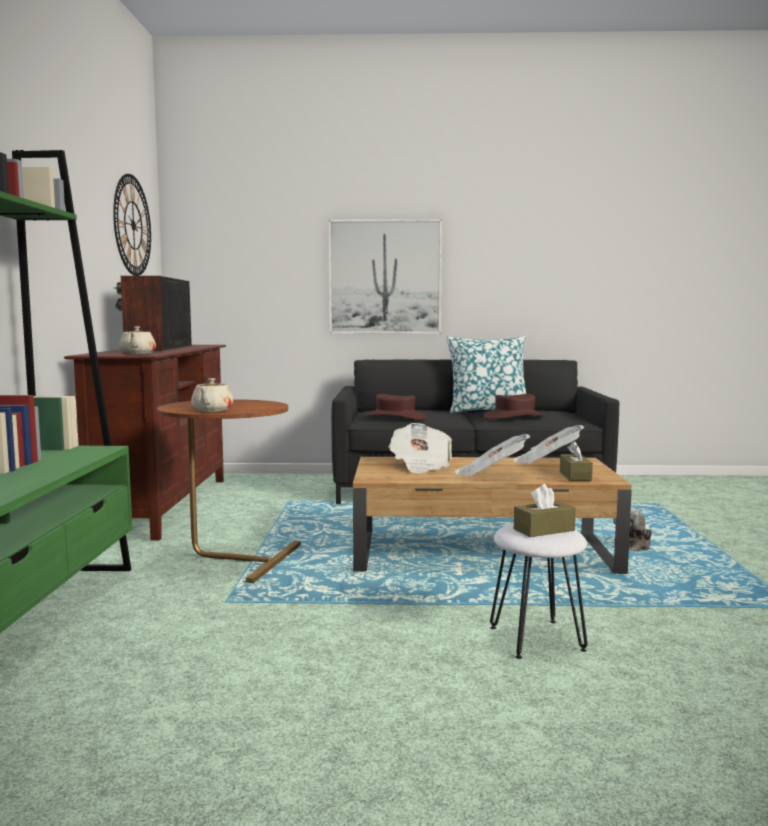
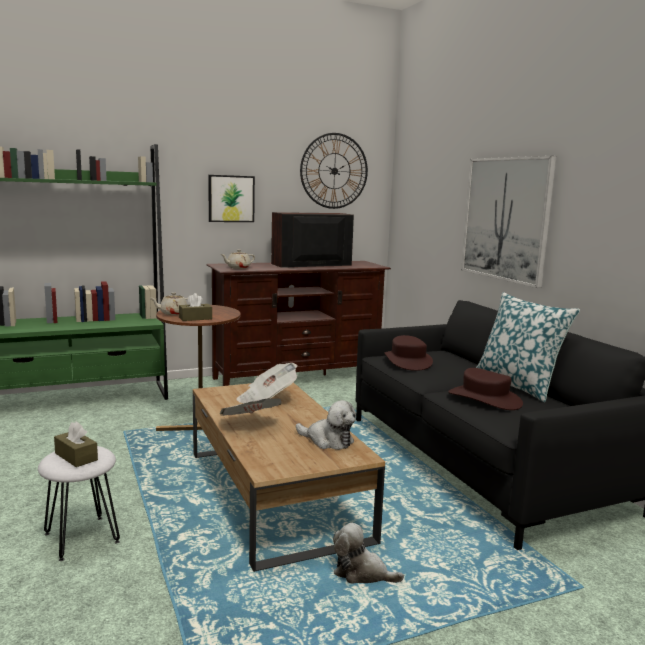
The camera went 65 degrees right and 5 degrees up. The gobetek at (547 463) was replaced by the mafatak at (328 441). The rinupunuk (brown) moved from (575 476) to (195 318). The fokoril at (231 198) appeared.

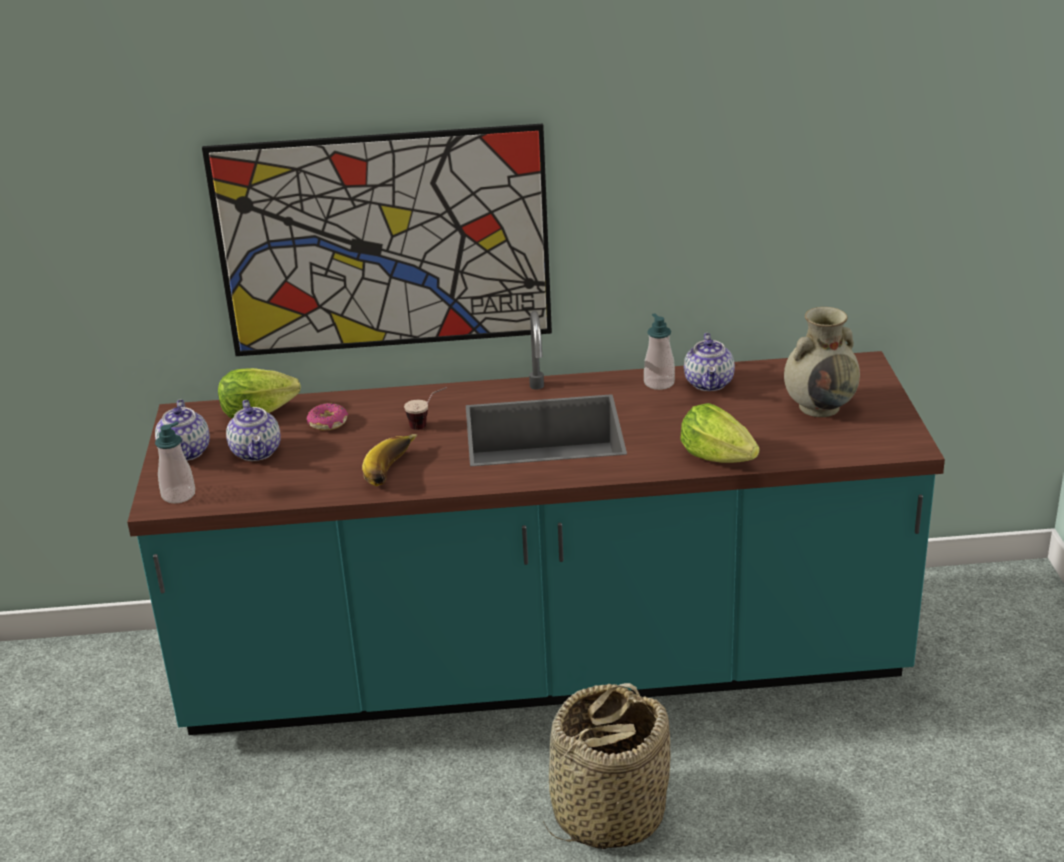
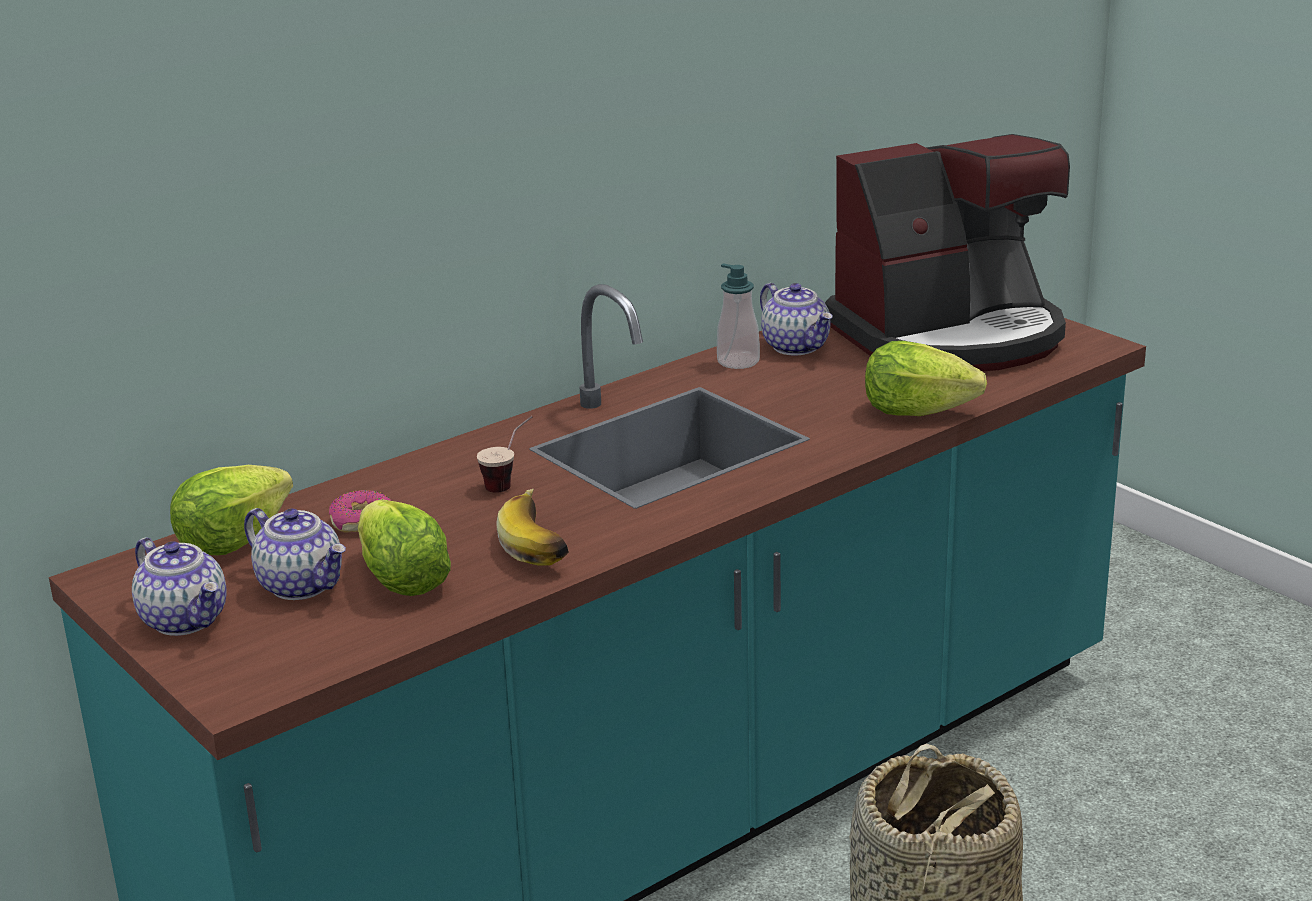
The camera went 35 degrees left and 5 degrees down. The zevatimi at (178 495) disappeared. The fokoril at (384 242) disappeared. The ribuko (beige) at (820 406) was replaced by the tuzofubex at (950 335). The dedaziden at (402 581) appeared.

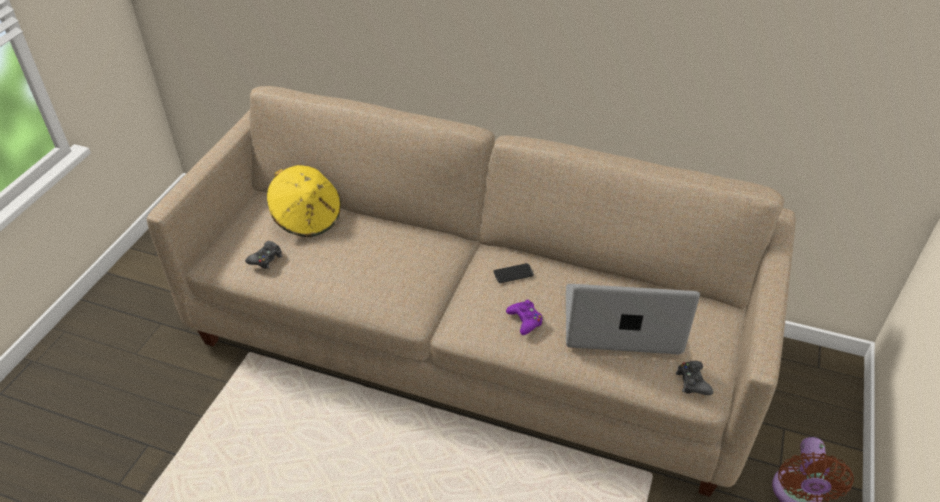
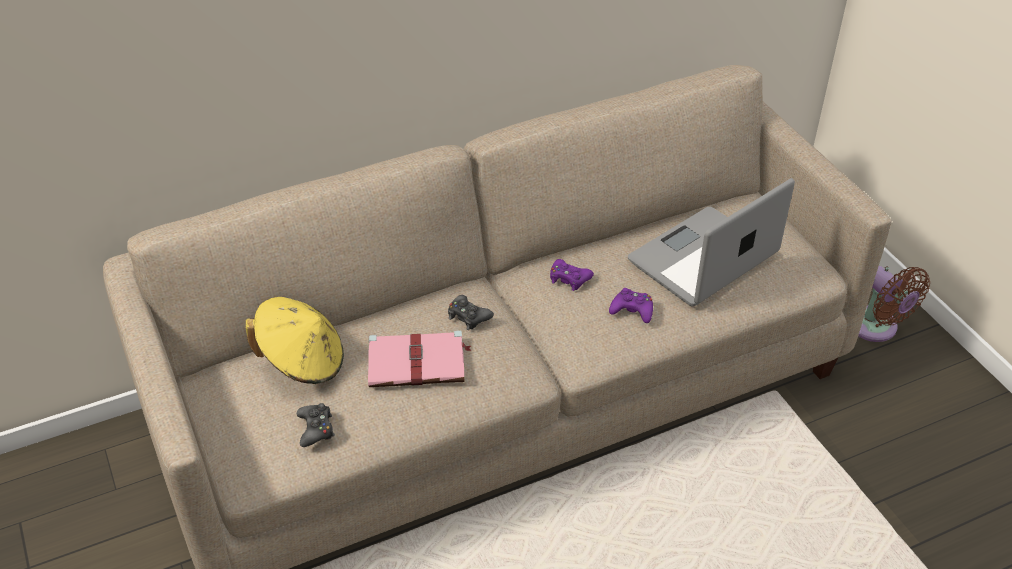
The camera went 45 degrees left and 0 degrees up. The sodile at (513 274) was replaced by the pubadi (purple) at (569 279). The pubadi (black) moved from (692 382) to (468 316). The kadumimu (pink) at (418 363) appeared.

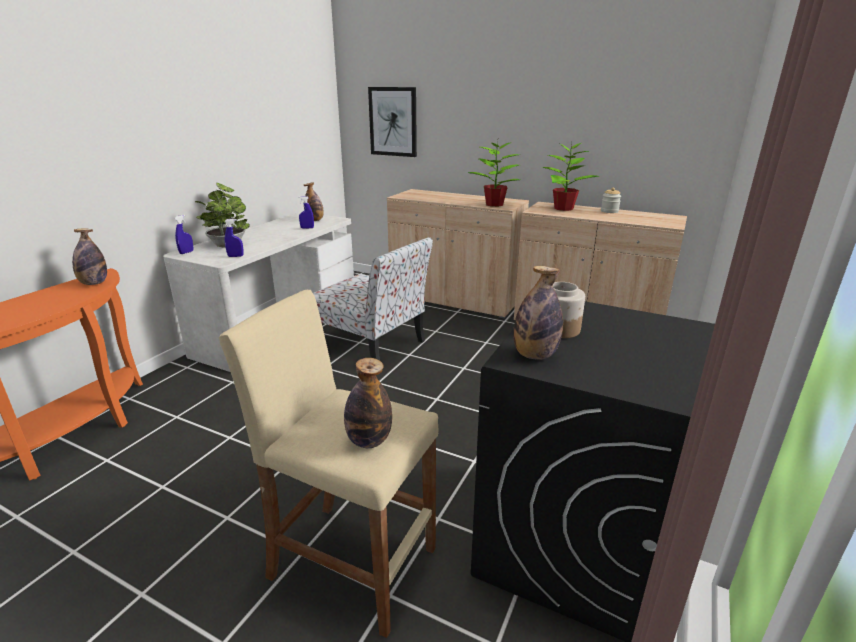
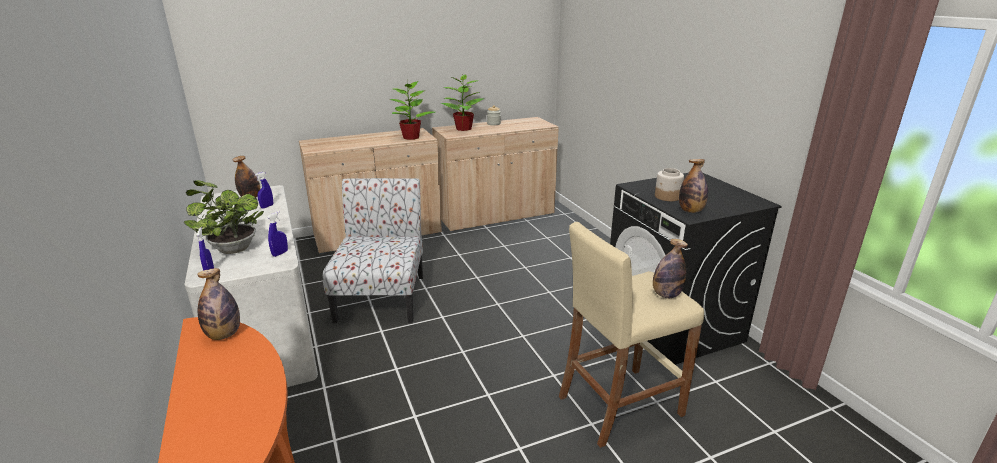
The camera went 50 degrees left and 0 degrees up. The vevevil at (371 344) turned 75 degrees counterclockwise. The fokoril at (393 122) disappeared.

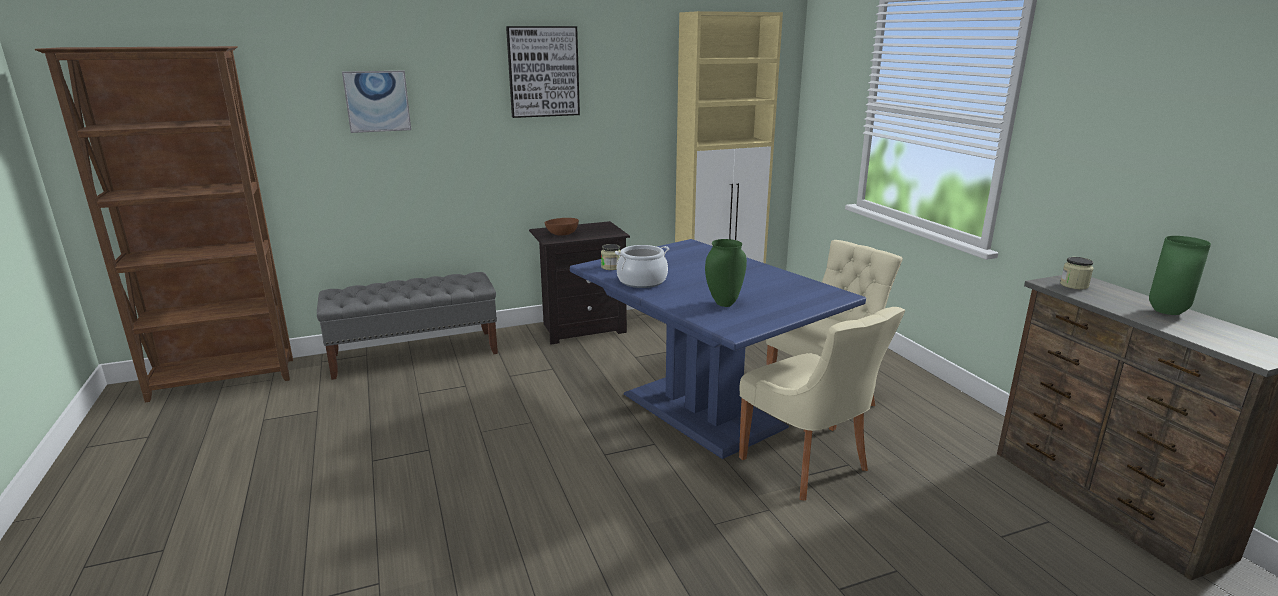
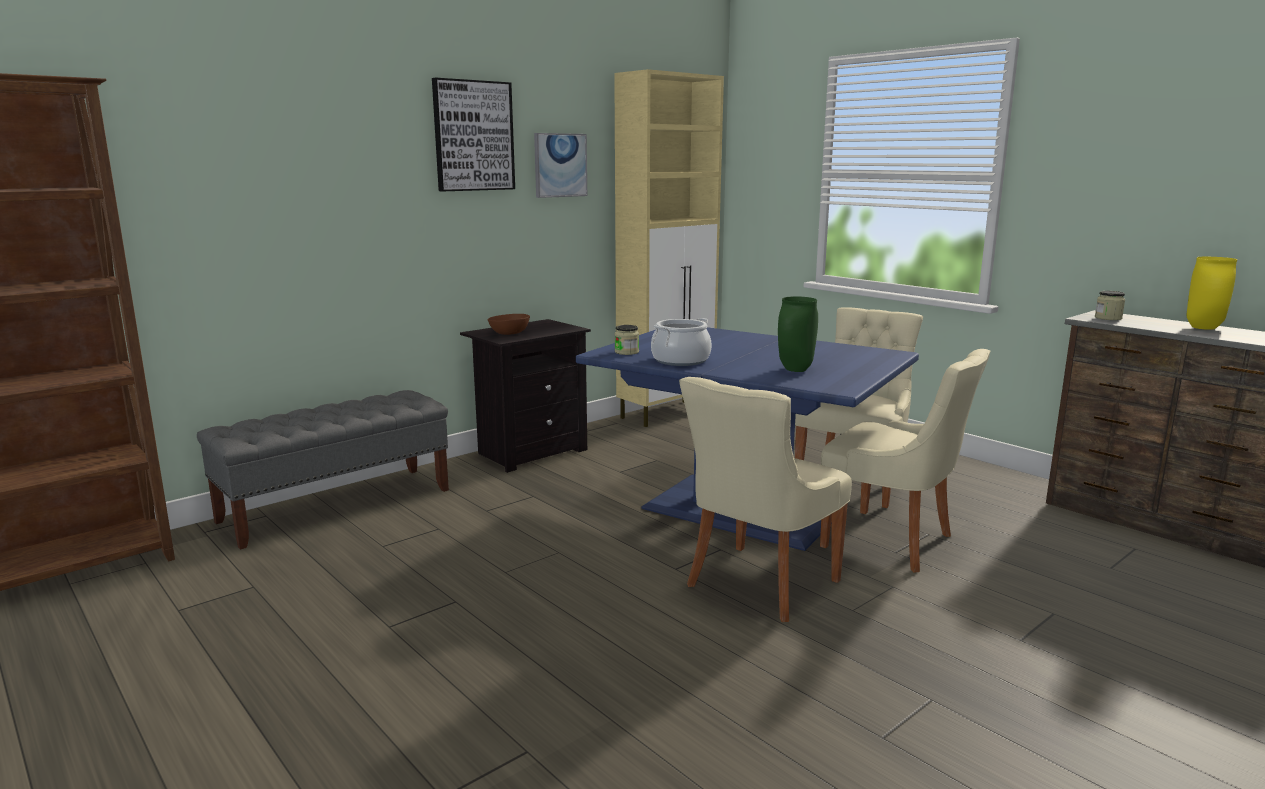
The camera went 20 degrees left and 5 degrees down. The fokoril moved from (377 101) to (560 165). The ribuko (green) at (1165 311) became the ribuko (yellow) at (1202 328). The vevevil (beige) at (758 584) appeared.

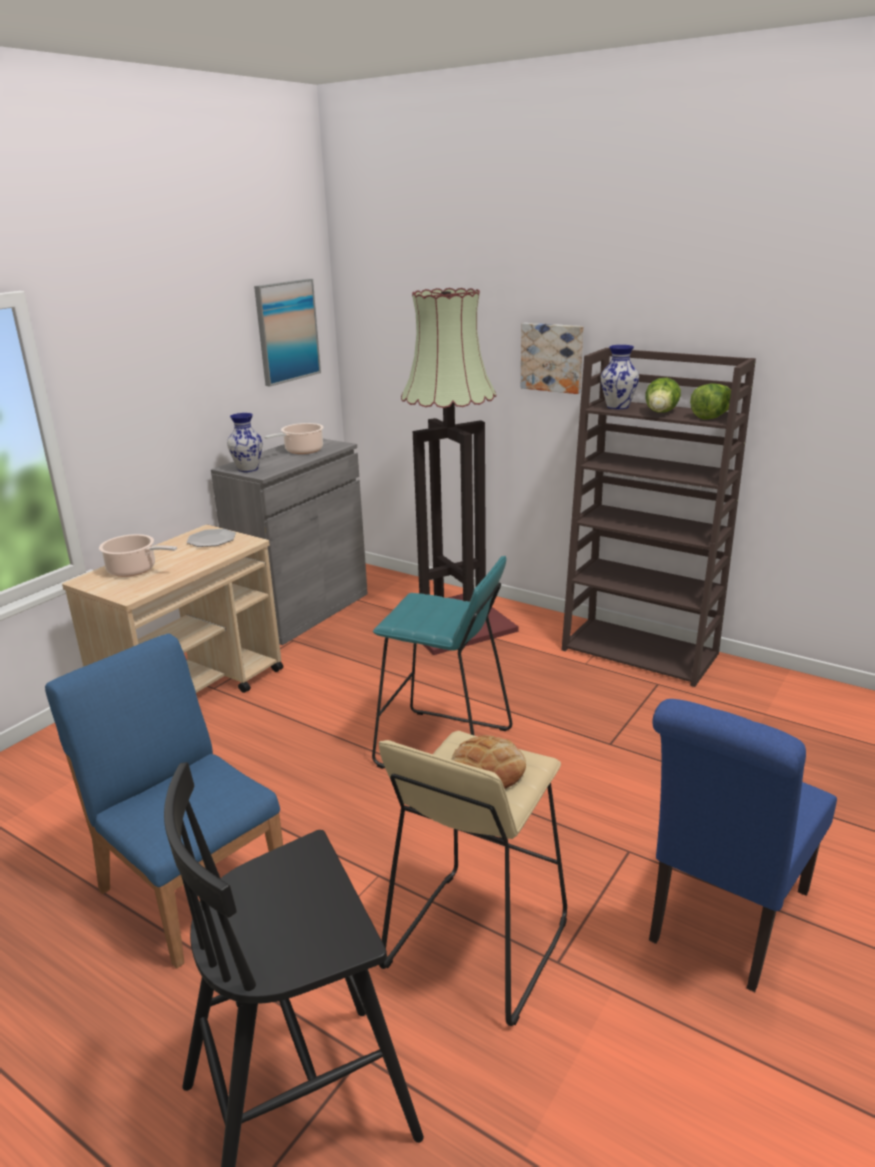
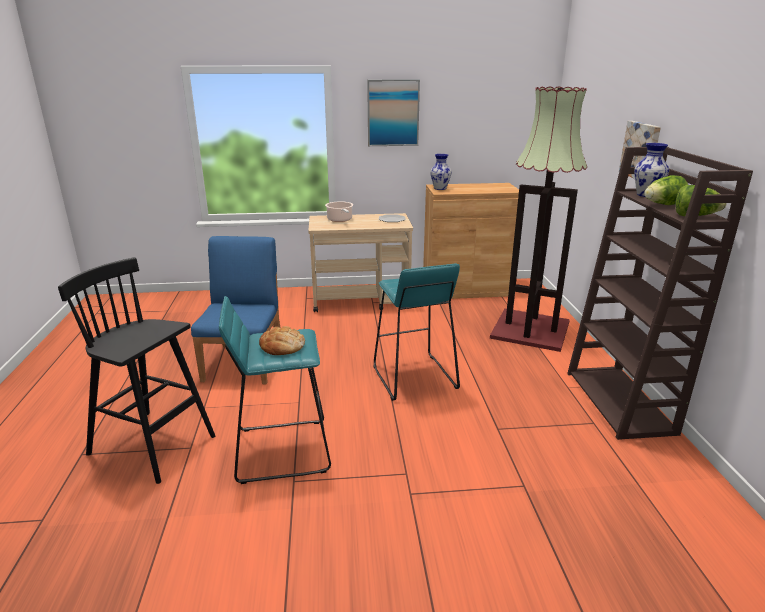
The camera went 50 degrees right and 0 degrees up. The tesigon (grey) at (303 611) became the tesigon (brown) at (466 289). The fokoril moved from (287 331) to (393 113). The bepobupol at (302 451) disappeared. The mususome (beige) at (475 944) became the mususome (turquoise) at (281 450). The vevevil (blue) at (723 921) disappeared.

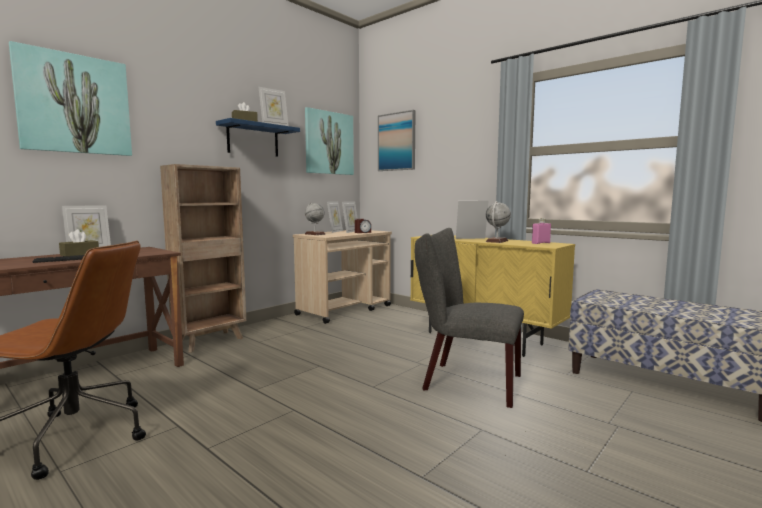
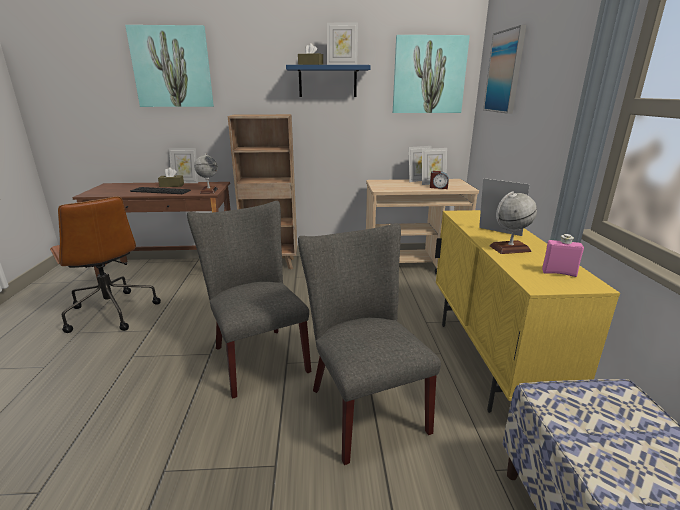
The camera went 45 degrees right and 15 degrees up. The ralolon moved from (315 234) to (209 190). The vevevil (grey) at (257 356) appeared.

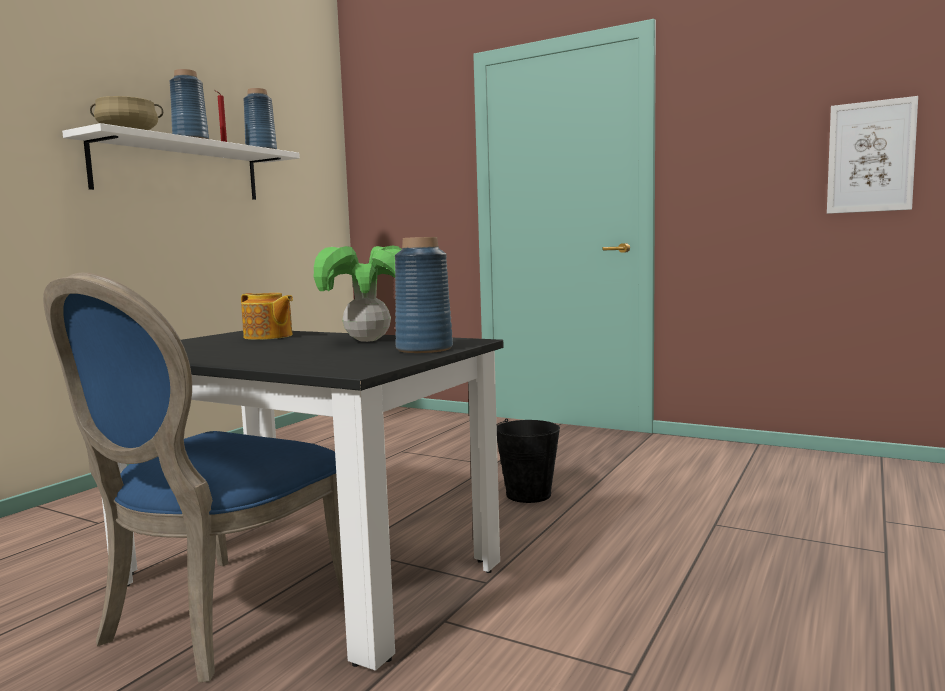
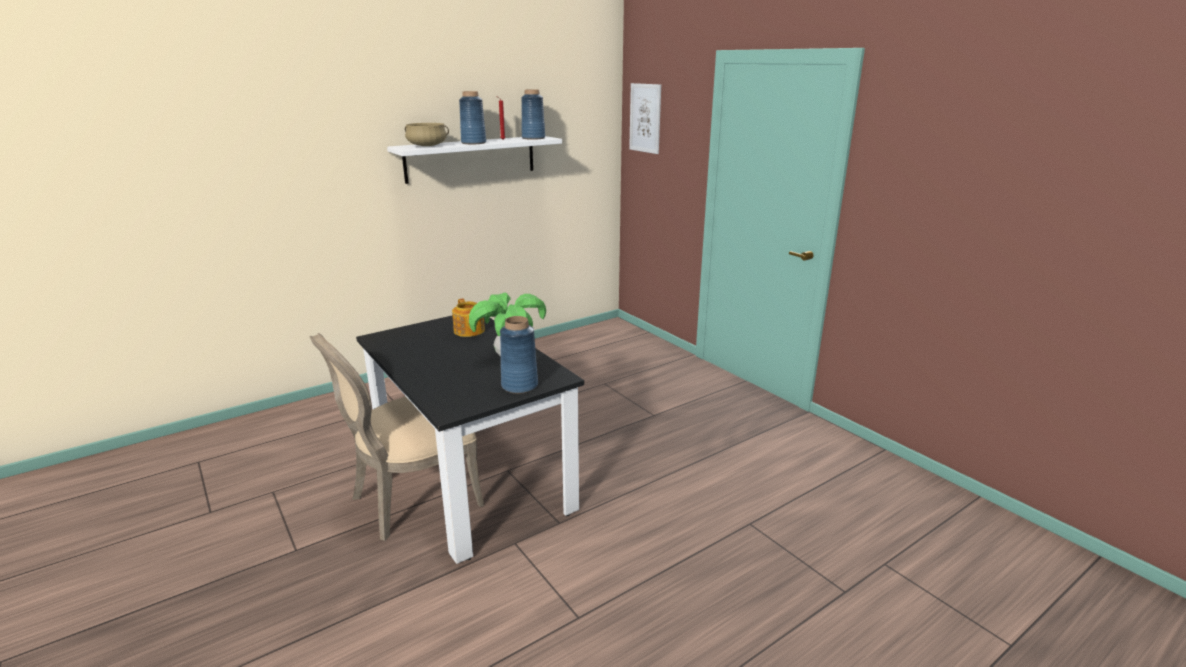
The camera went 25 degrees right and 15 degrees up. The vevevil (blue) at (216 619) became the vevevil (beige) at (410 500). The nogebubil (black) at (528 494) disappeared. The fokoril moved from (870 157) to (645 118).

